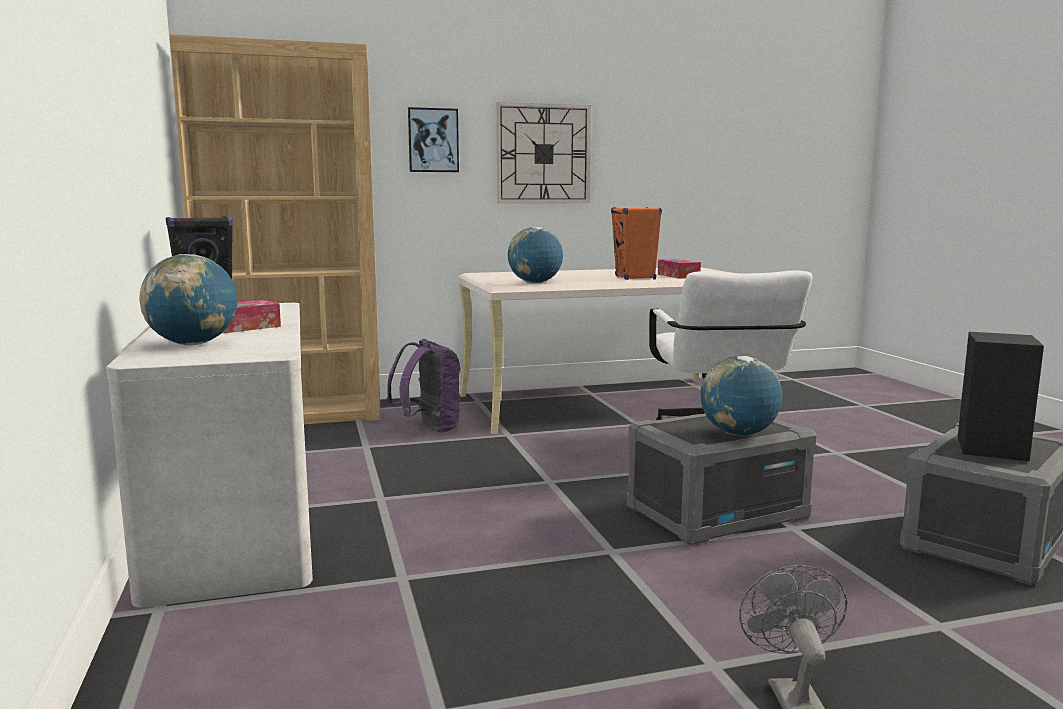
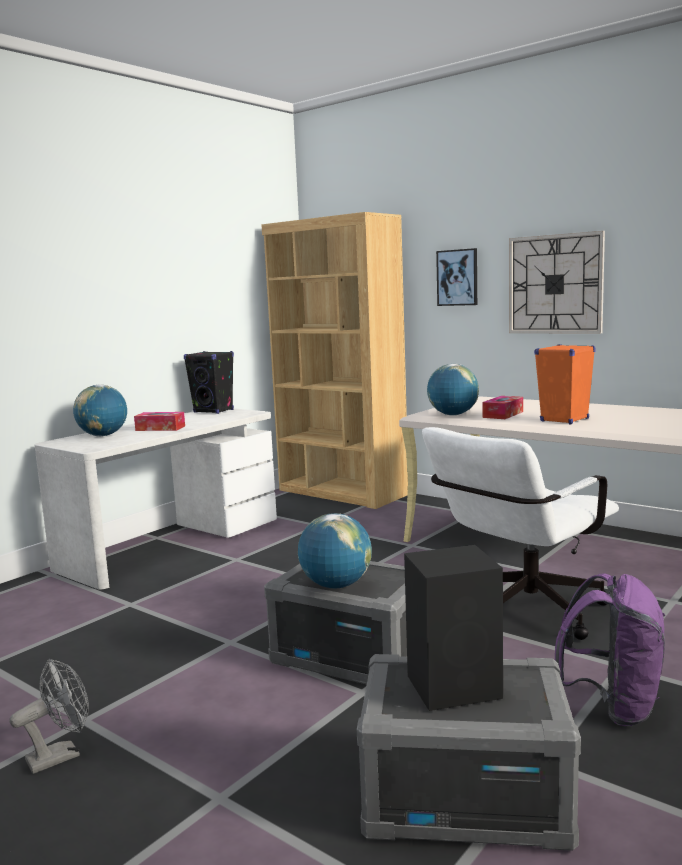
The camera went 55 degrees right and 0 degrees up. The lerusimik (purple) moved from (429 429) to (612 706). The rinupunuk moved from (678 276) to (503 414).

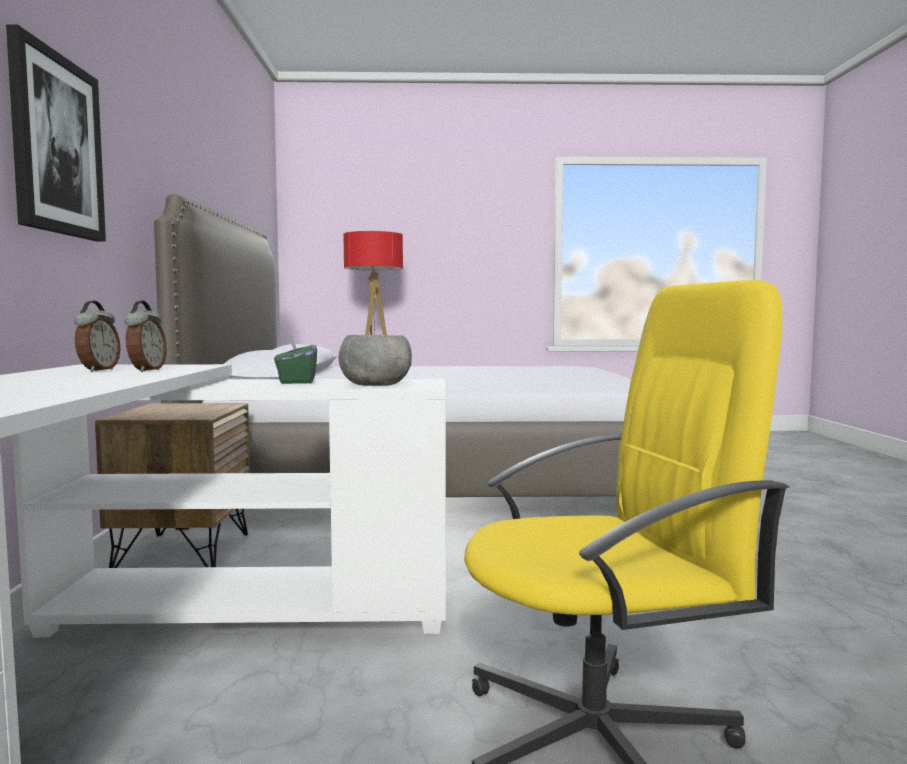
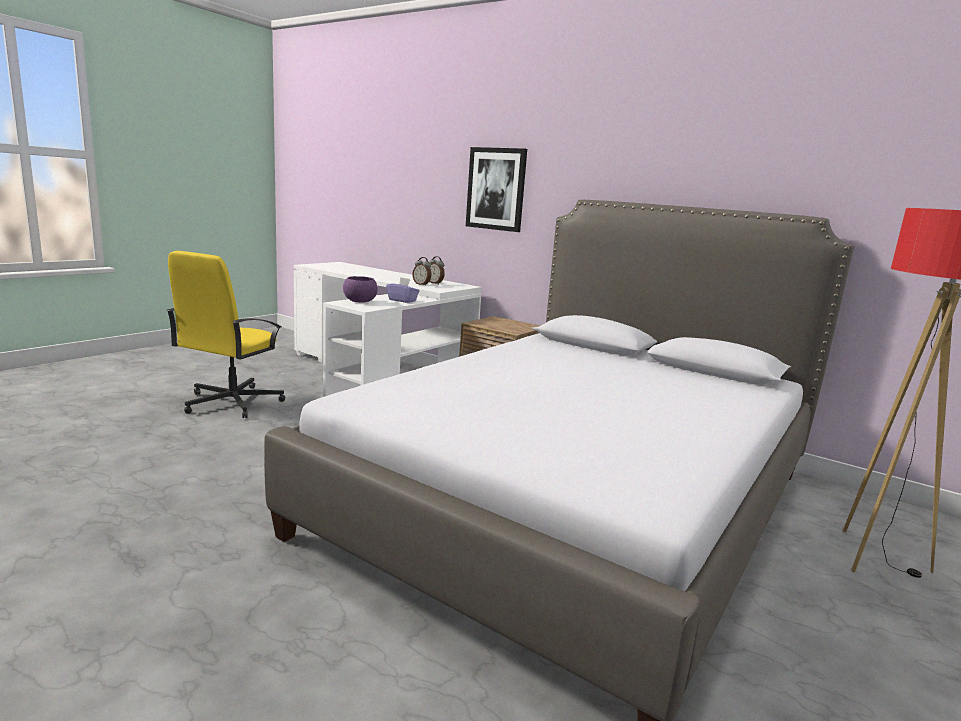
The camera went 125 degrees right and 10 degrees up. The rinupunuk (green) at (296 381) became the rinupunuk (purple) at (402 300). The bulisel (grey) at (375 386) became the bulisel (purple) at (360 301).

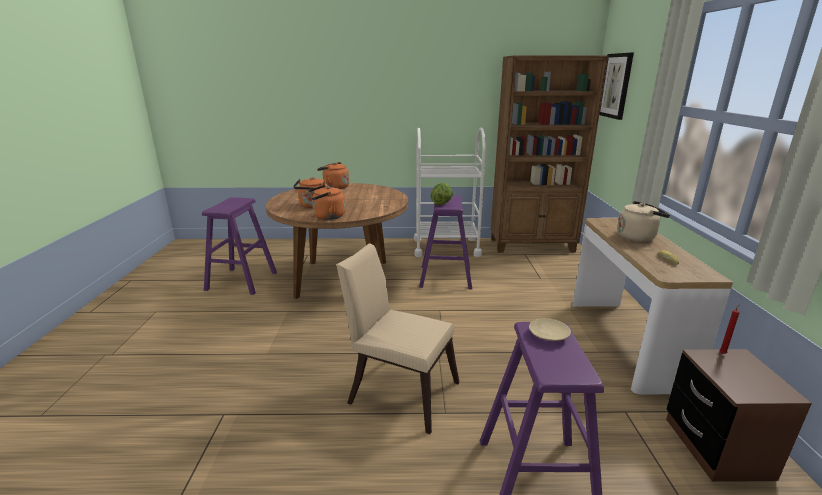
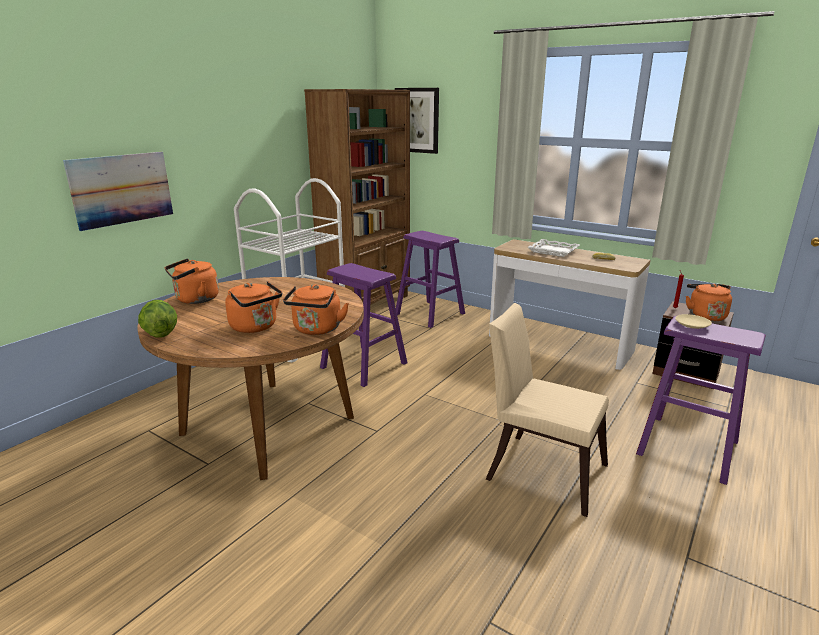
The camera went 55 degrees left and 0 degrees up. The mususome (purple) moved from (242 281) to (429 314). The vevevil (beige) at (399 390) turned 60 degrees clockwise. The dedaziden moved from (441 203) to (160 334). The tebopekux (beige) at (637 237) was replaced by the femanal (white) at (553 251). The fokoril at (122 189) appeared. The tebopekux (orange) at (705 316) appeared.

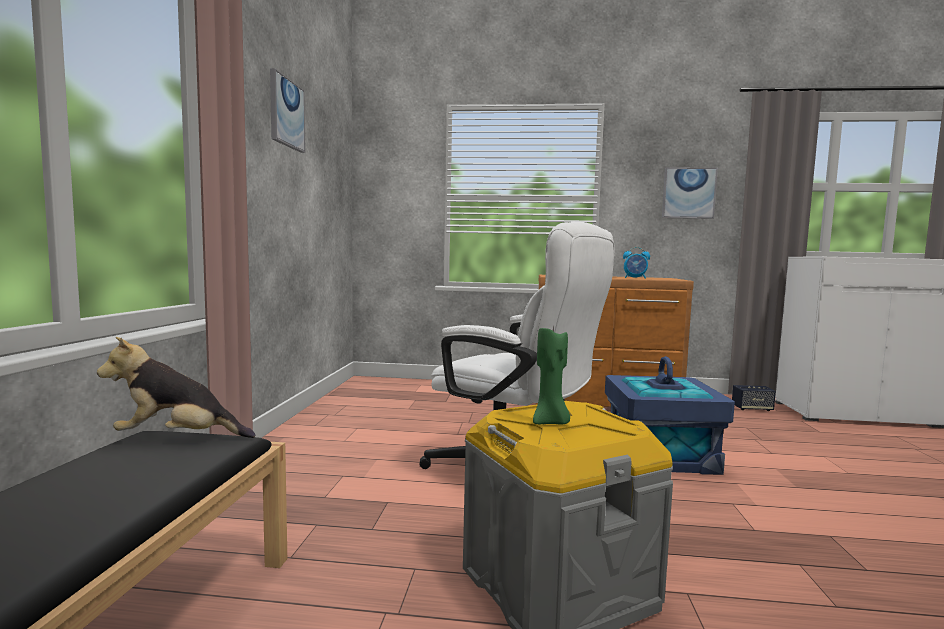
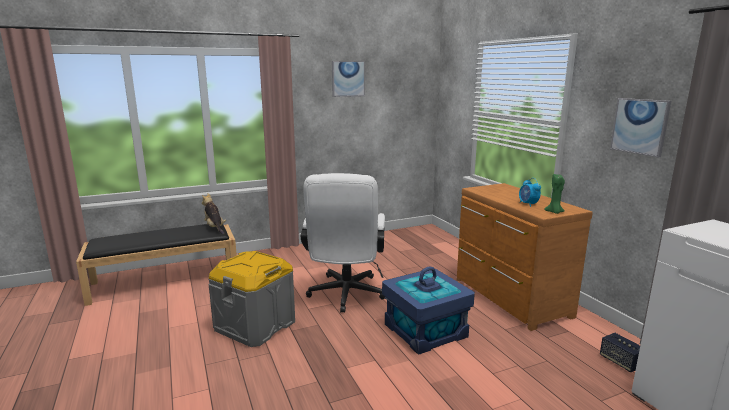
The camera went 60 degrees right and 10 degrees up. The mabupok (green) moved from (550 422) to (554 212).

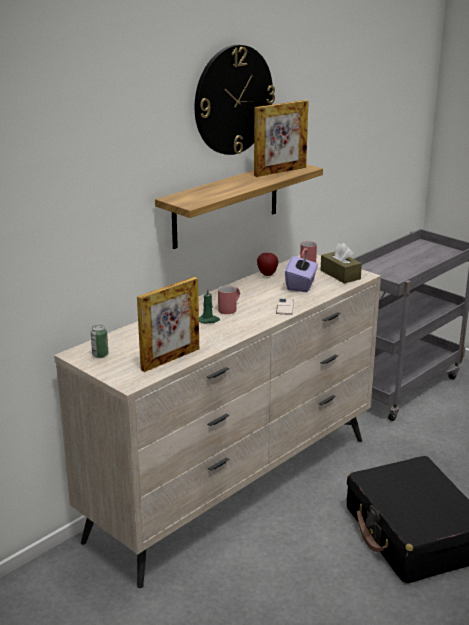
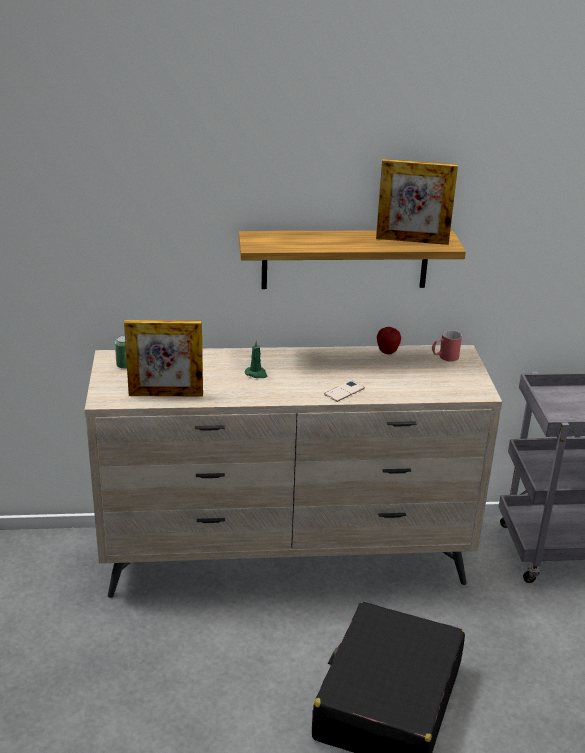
The camera went 40 degrees right and 5 degrees up. The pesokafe at (233 100) disappeared. The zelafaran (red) at (230 308) disappeared. The rinupunuk (purple) at (301 285) disappeared. The rinupunuk (brown) at (340 274) disappeared.

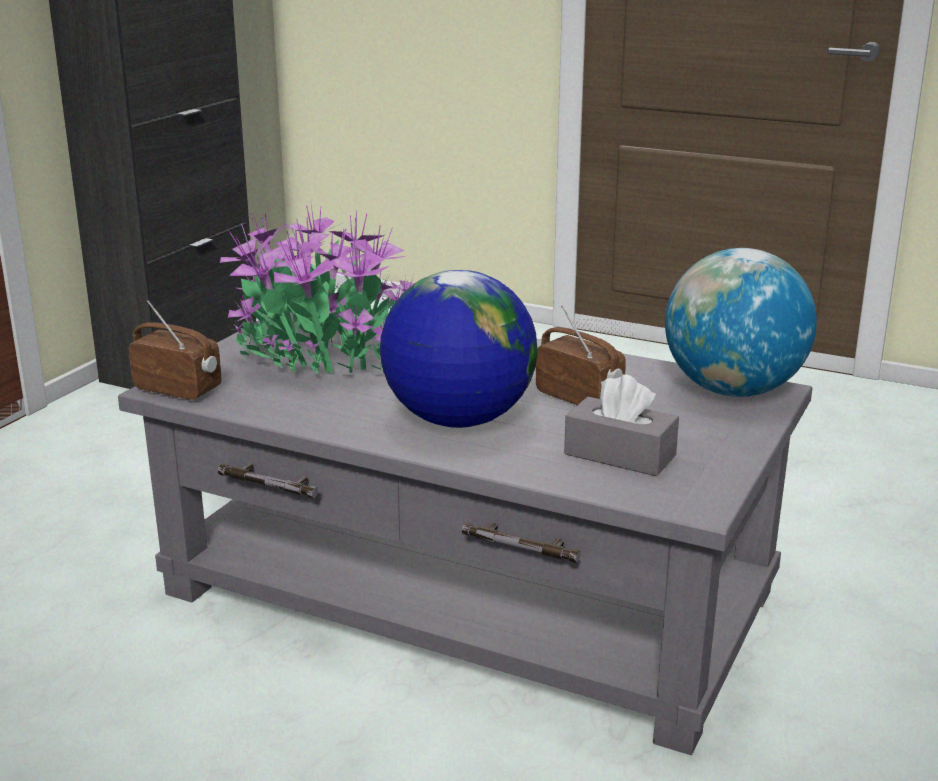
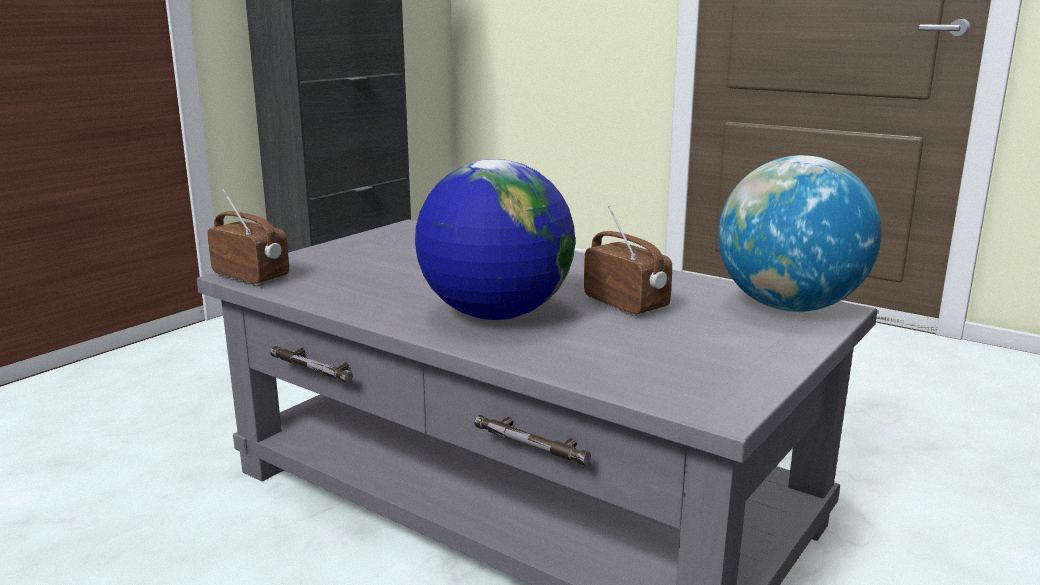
The camera went 10 degrees right and 5 degrees down. The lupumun at (323 354) disappeared. The rinupunuk (grey) at (620 455) disappeared.

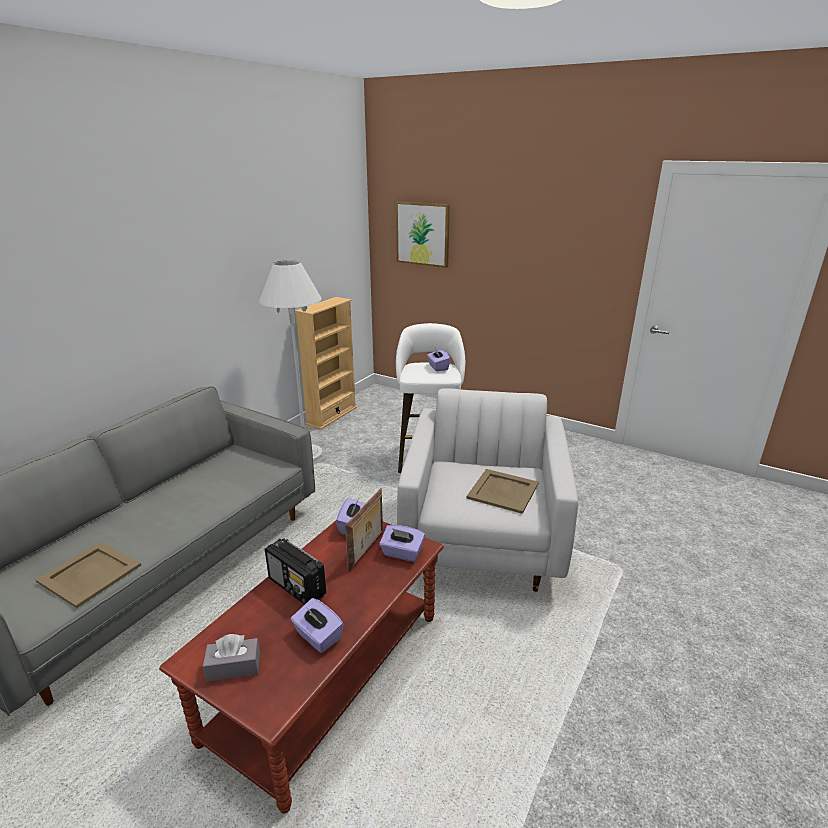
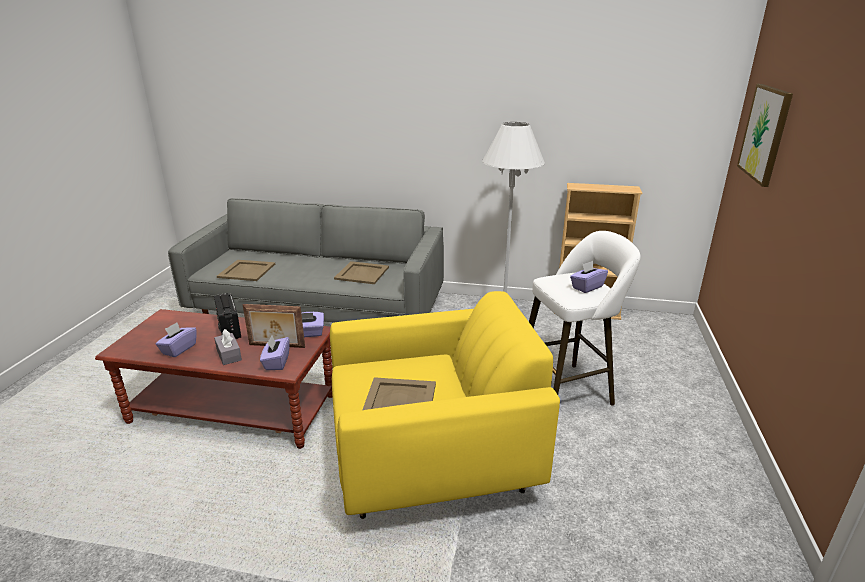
The camera went 70 degrees right and 0 degrees up. The rinupunuk (grey) moved from (234 667) to (229 355). The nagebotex at (297 587) turned 45 degrees counterclockwise. The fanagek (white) at (482 540) became the fanagek (yellow) at (432 461). The femanal (beige) at (362 273) appeared.

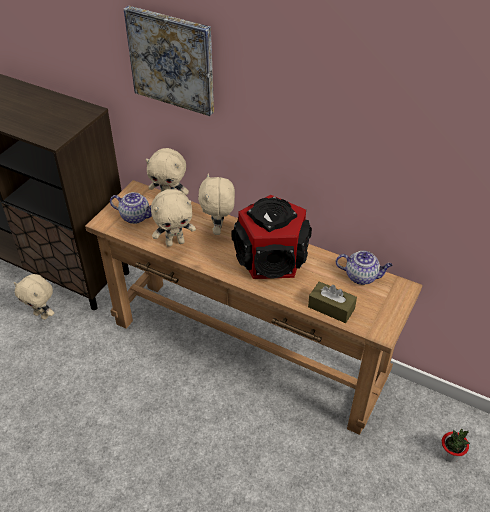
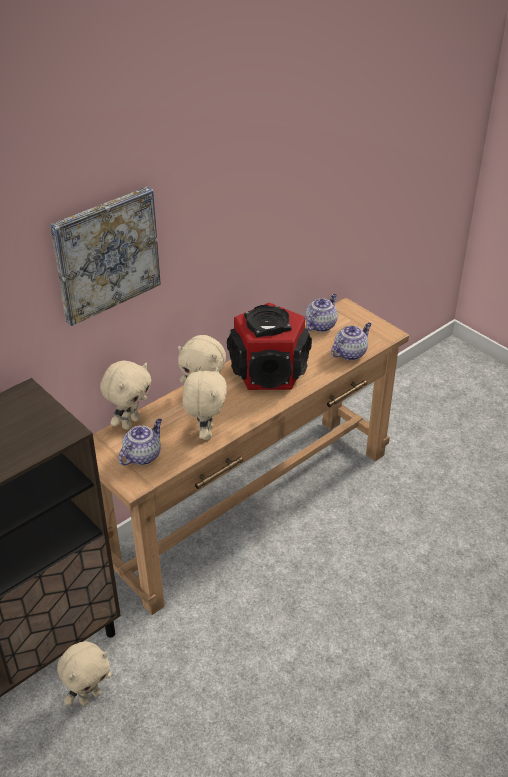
The camera went 70 degrees left and 5 degrees down. The rinupunuk (brown) at (331 308) was replaced by the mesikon at (350 353). The lupumun at (450 455) disappeared.

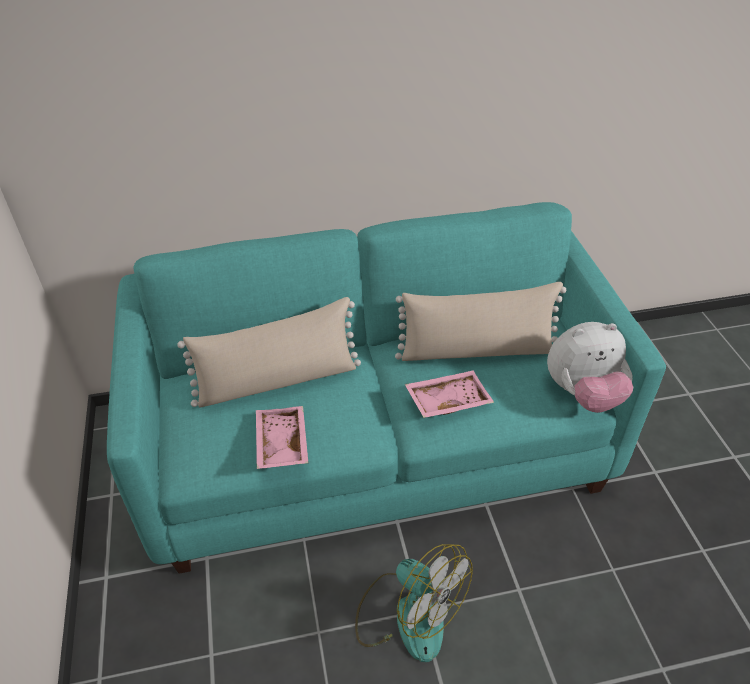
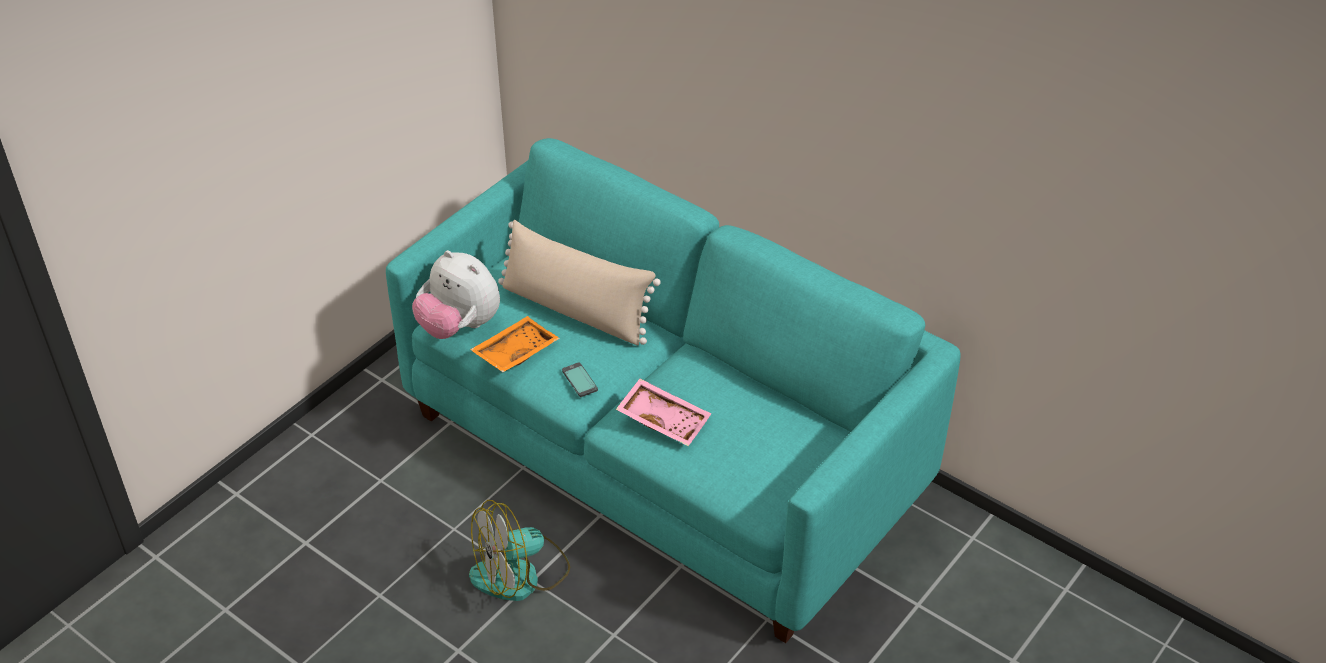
The camera went 50 degrees right and 0 degrees up. The femanal (pink) at (280 444) became the femanal (orange) at (514 351). The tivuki at (408 614) turned 60 degrees clockwise. The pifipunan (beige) at (477 350) disappeared. The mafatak moved from (583 394) to (459 326). The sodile at (579 380) appeared.

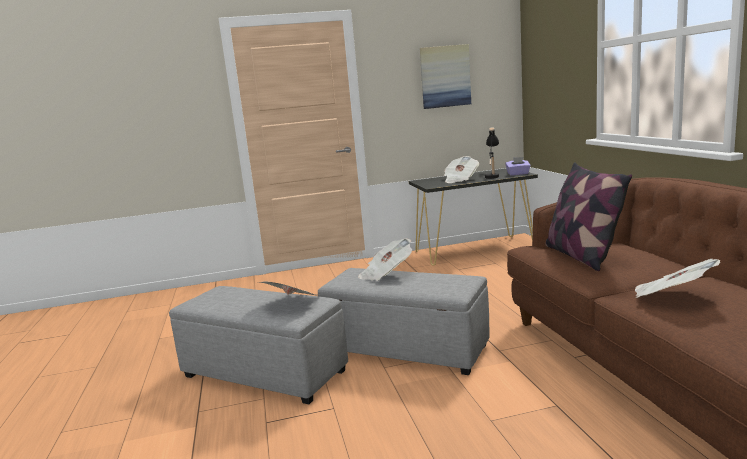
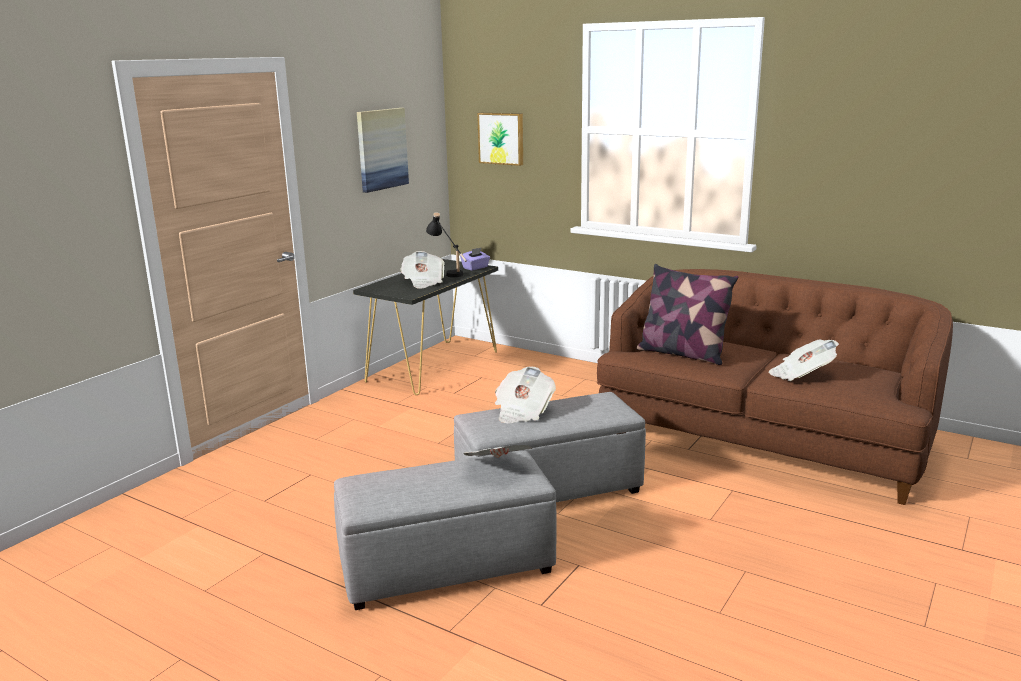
The camera went 45 degrees left and 5 degrees up. The fokoril at (501 138) appeared.

